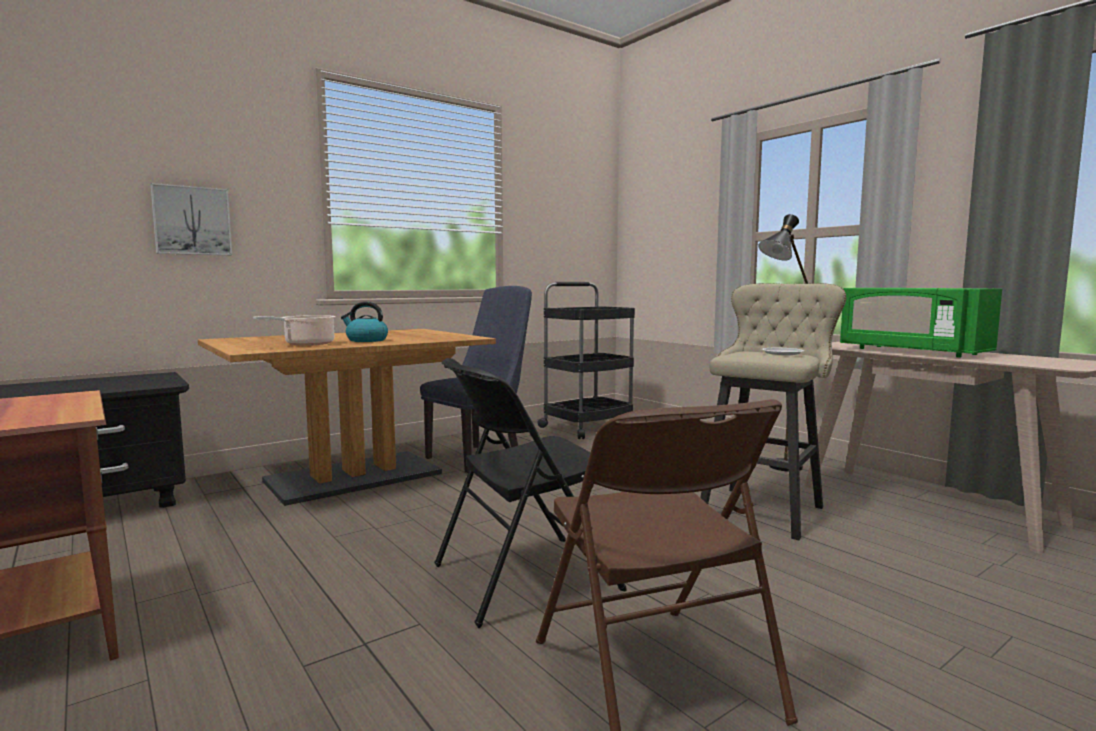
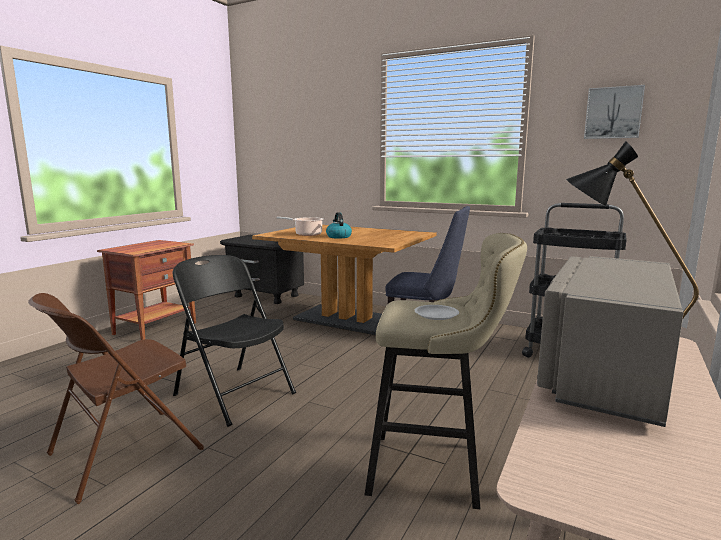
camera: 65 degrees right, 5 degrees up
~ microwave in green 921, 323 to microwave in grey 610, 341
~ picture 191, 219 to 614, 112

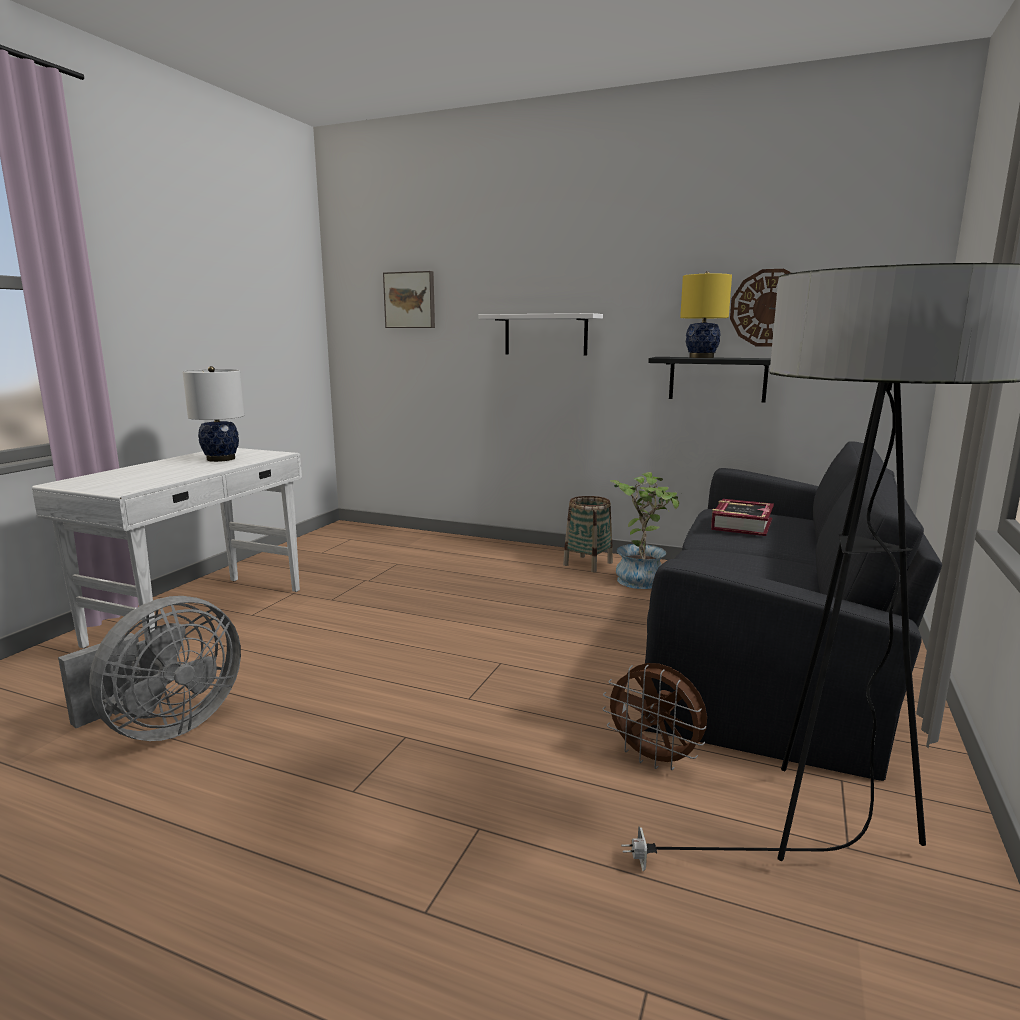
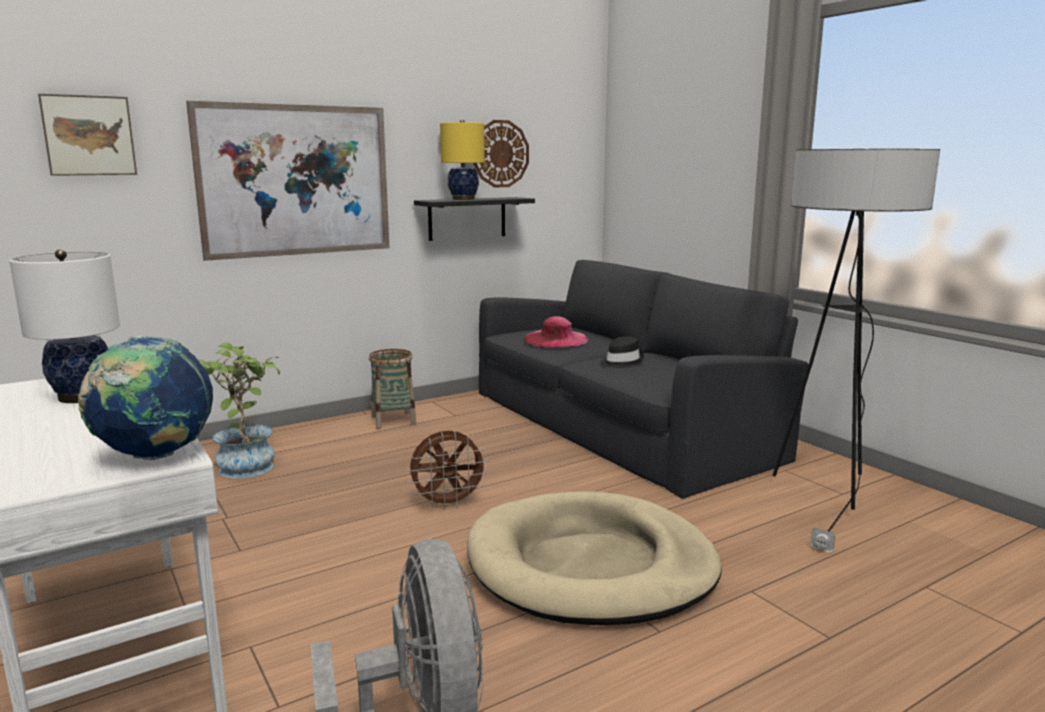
camera: 55 degrees left, 0 degrees up
+ globe 145, 398
~ shelf in white 540, 334 to picture 288, 181
~ potted plant 645, 530 to 239, 410
~ fan in brown 654, 716 to 448, 470
+ dog bed in beige 594, 558
~ book 742, 517 to hat in pink 556, 332
+ hat in black 623, 352

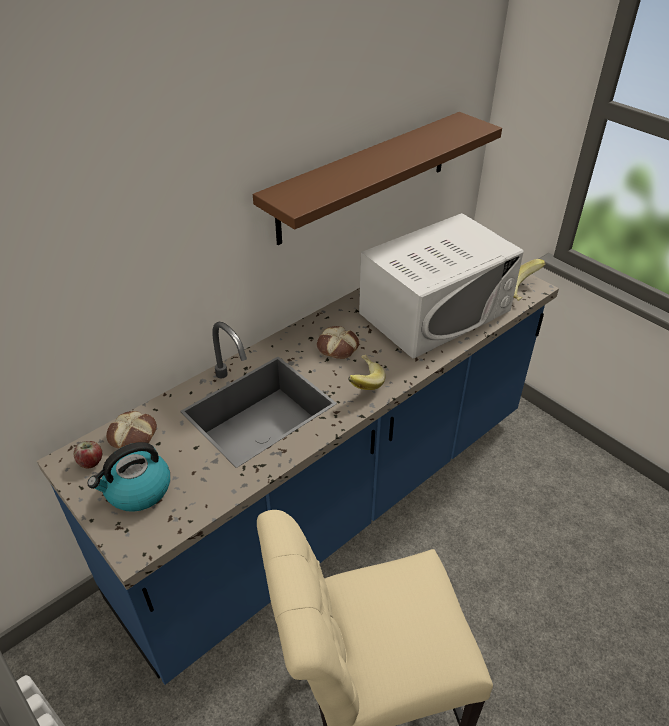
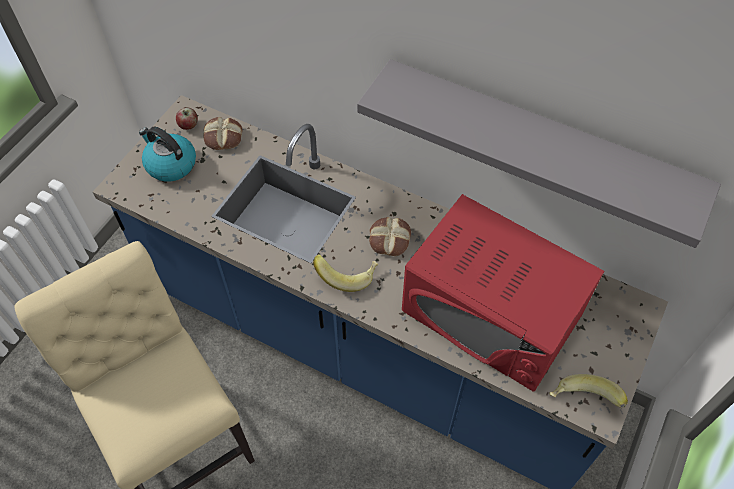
camera: 70 degrees right, 15 degrees up
~ shelf in brown 377, 178 to shelf in grey 539, 153
~ microwave in white 441, 286 to microwave in red 503, 293

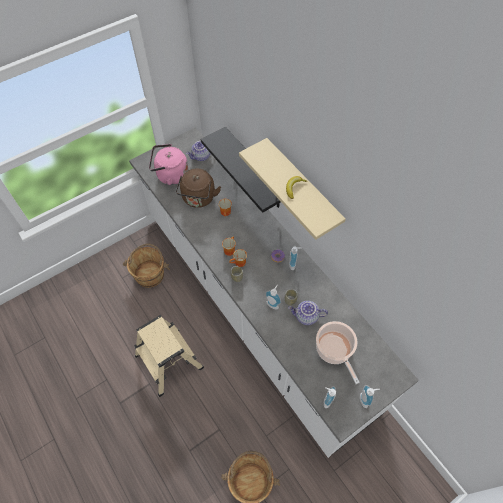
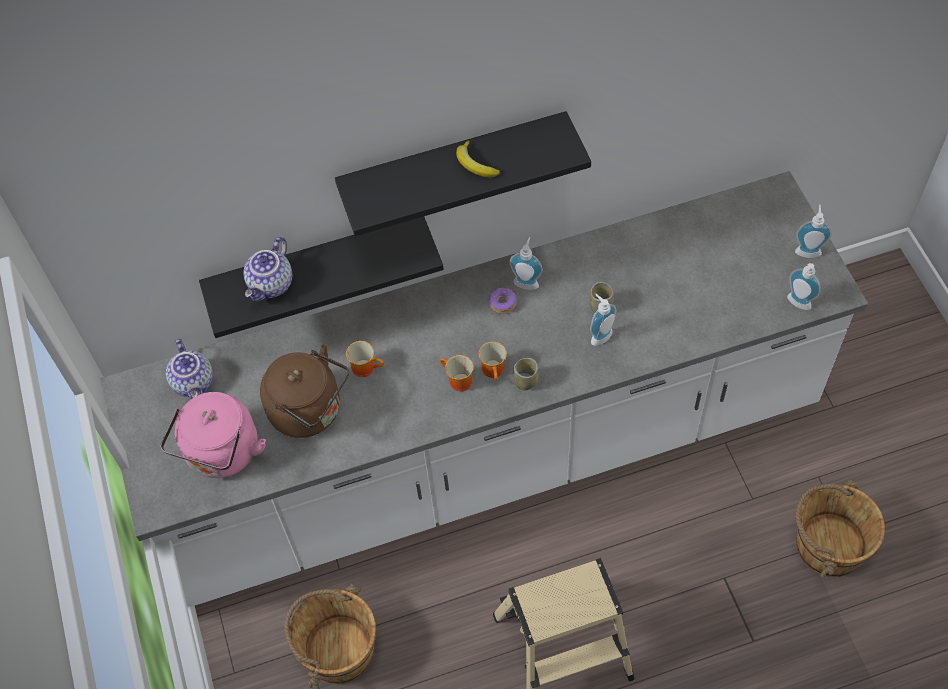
camera: 70 degrees left, 0 degrees up
~ teapot 308, 313 to 267, 269
~ shelf in beige 292, 189 to shelf in black 463, 173
- cooking pot 338, 352

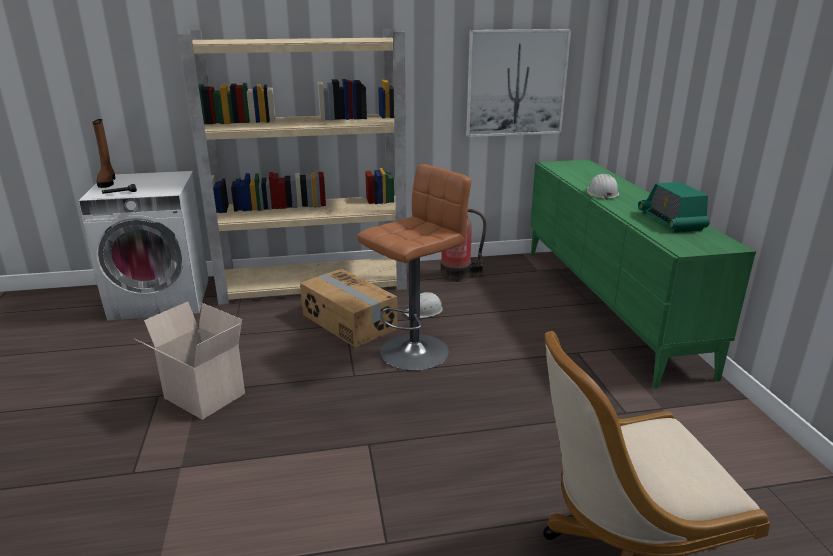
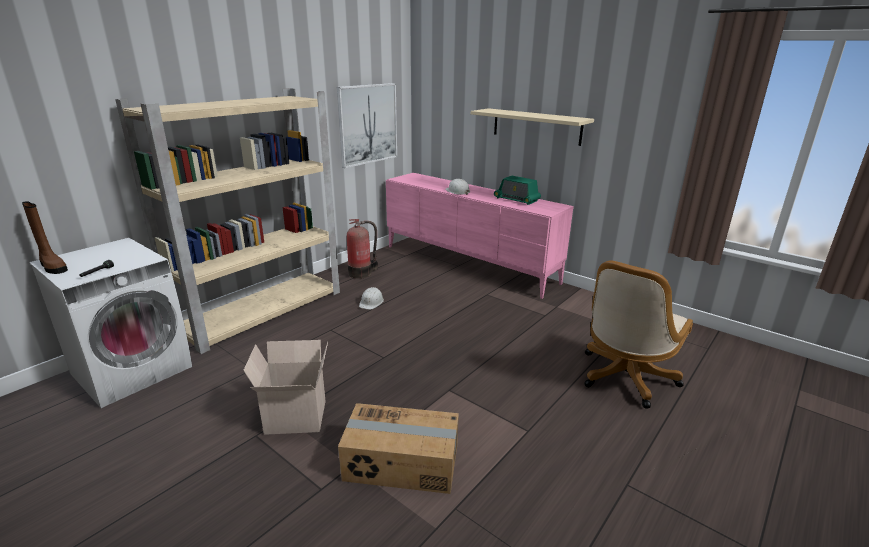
camera: 40 degrees left, 0 degrees up
~ cardboard box 348, 308 to 398, 448
~ cabinet in green 643, 274 to cabinet in pink 480, 236
+ shelf in beige 532, 127
- stool in brown 414, 267

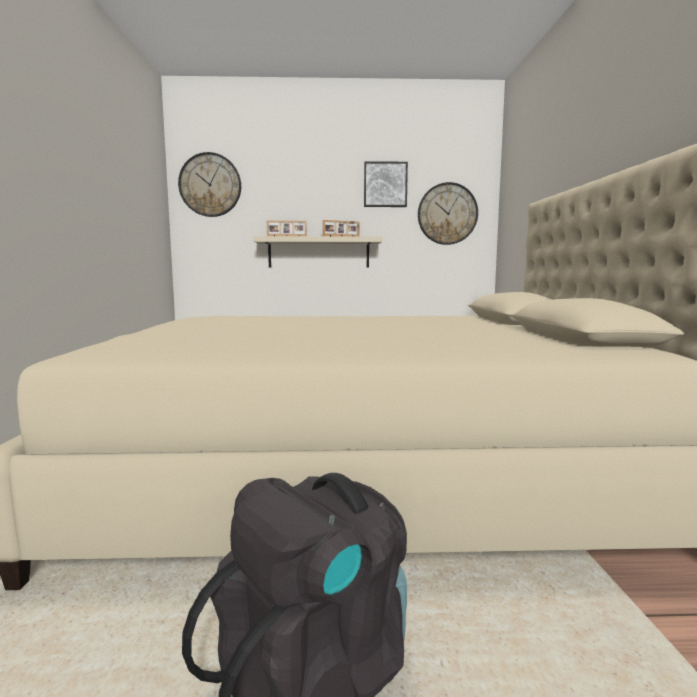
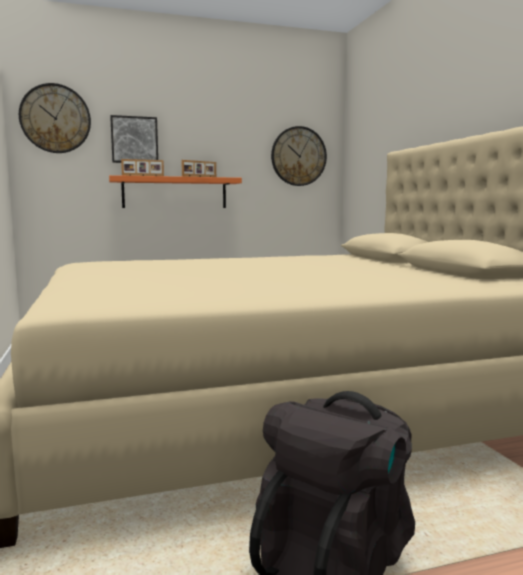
camera: 15 degrees left, 0 degrees up
~ shelf in beige 317, 252 to shelf in orange 175, 191
~ picture 386, 184 to 134, 139

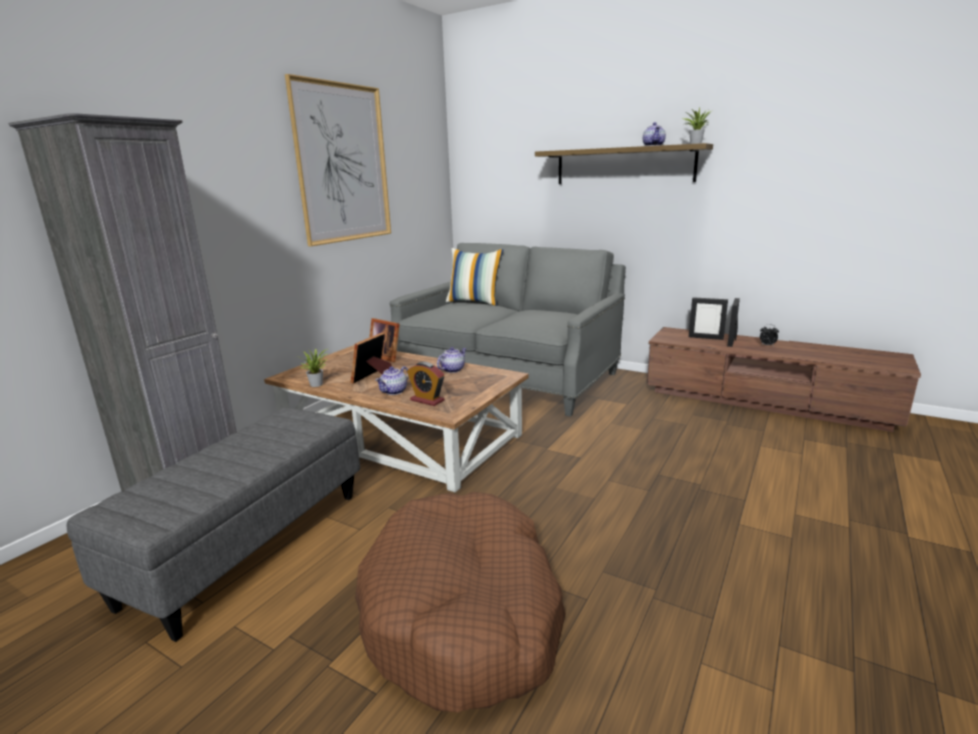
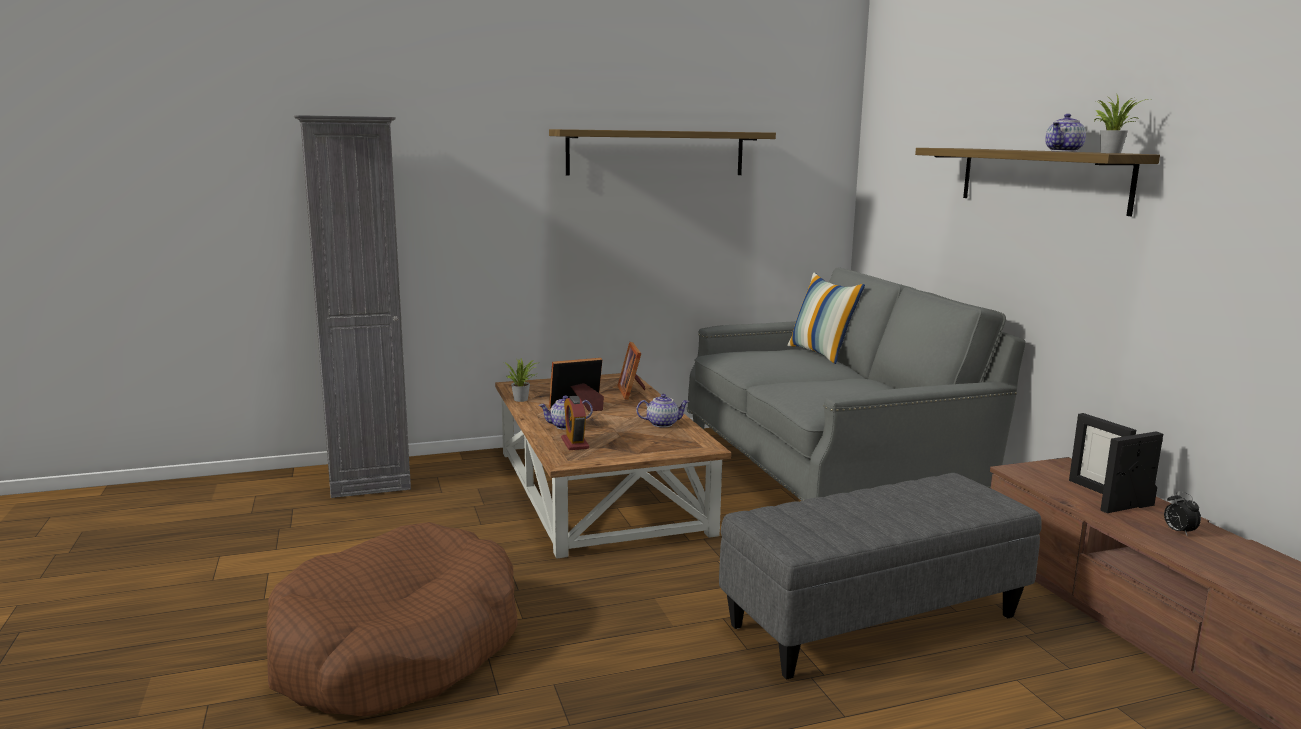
camera: 40 degrees right, 5 degrees down
~ picture 338, 160 to shelf 662, 152
~ ottoman in grey 213, 525 to 880, 576

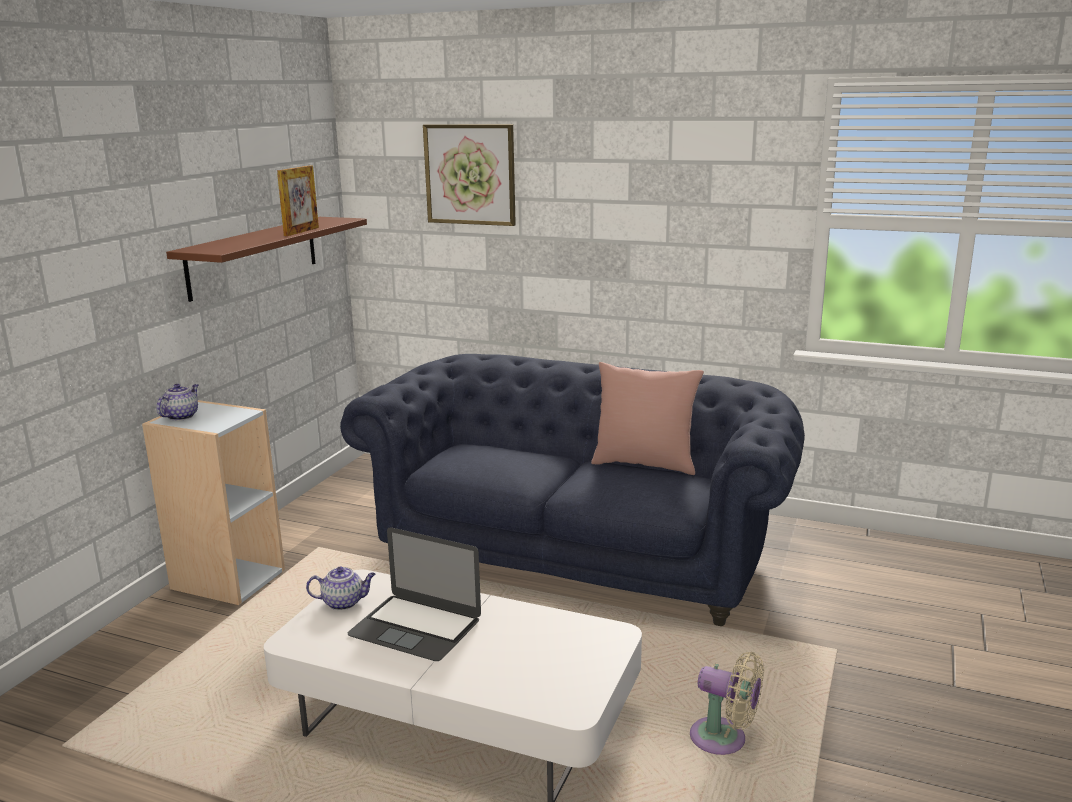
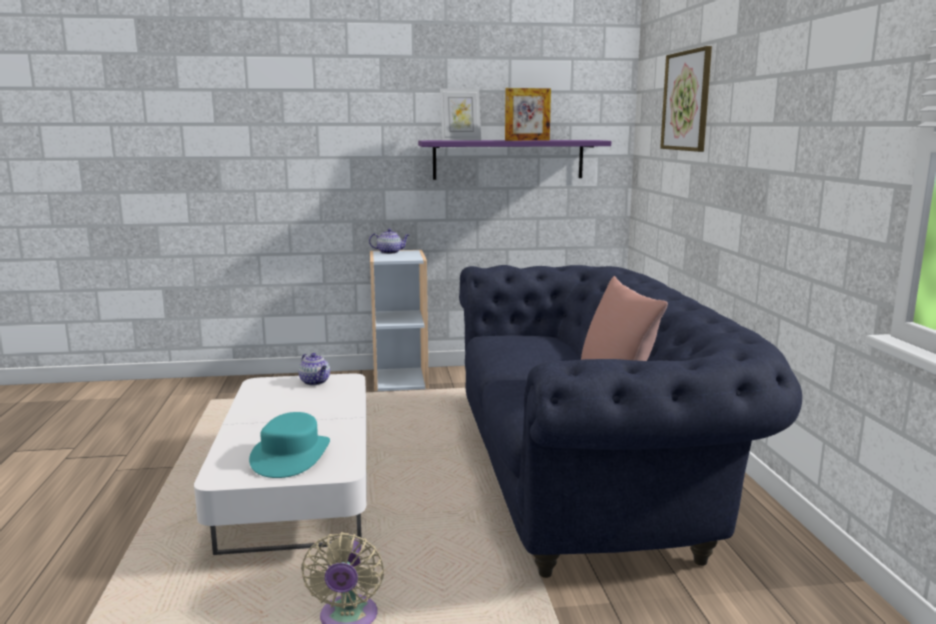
camera: 60 degrees right, 5 degrees down
+ hat in turquoise 289, 445
~ shelf in brown 266, 259 to shelf in purple 514, 160
+ picture frame 460, 114
- laptop 414, 594

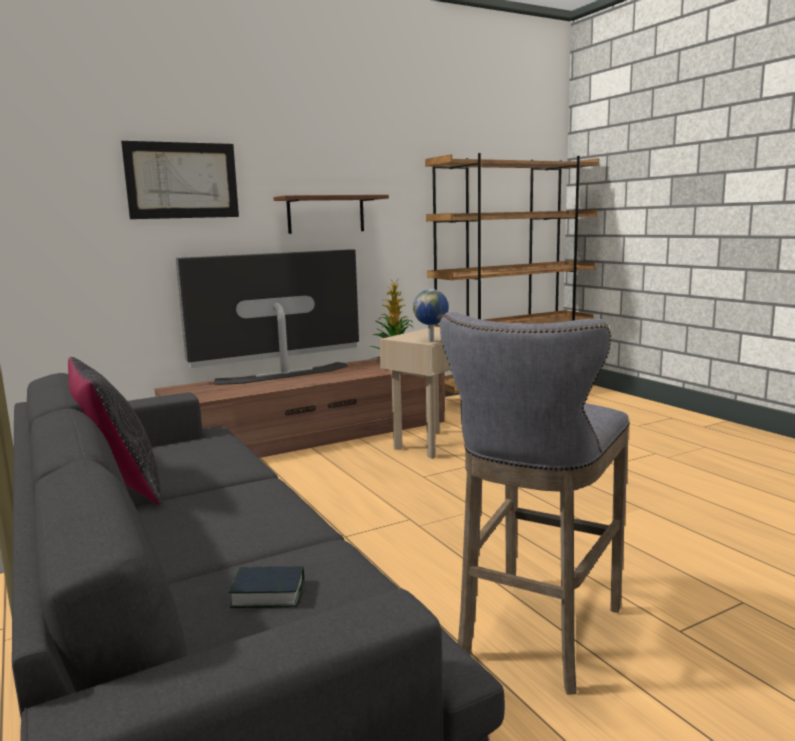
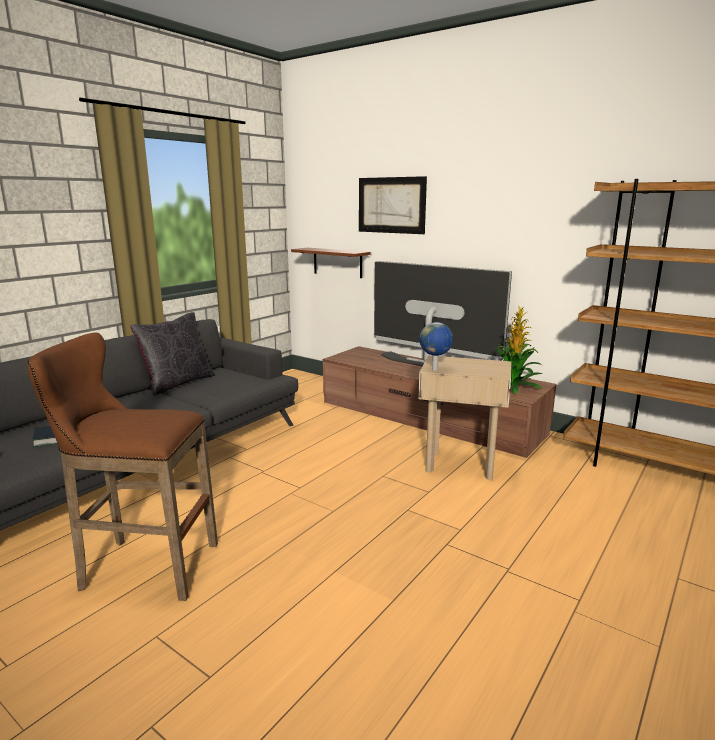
camera: 65 degrees right, 5 degrees up
~ stool in grey 535, 503 to stool in brown 123, 467
~ shelf in brown 331, 214 to 330, 263

